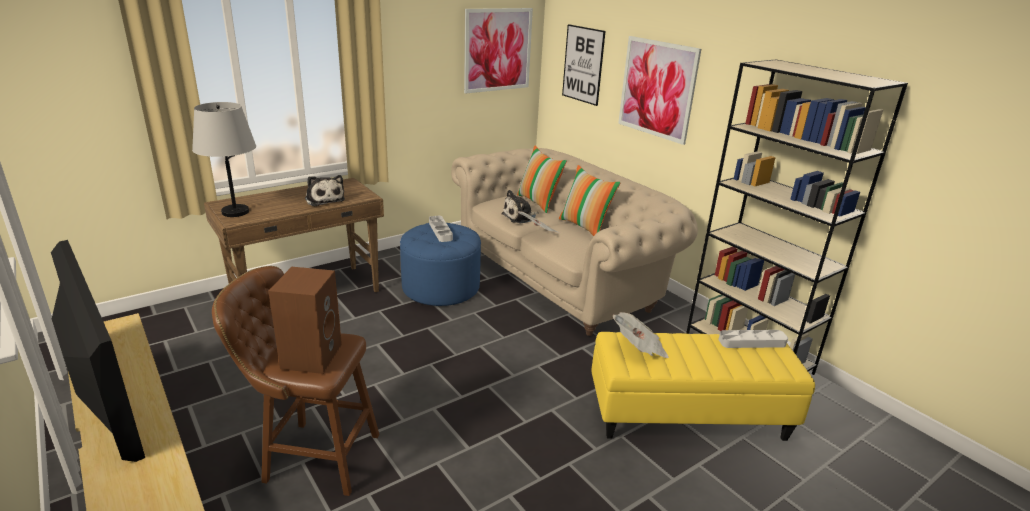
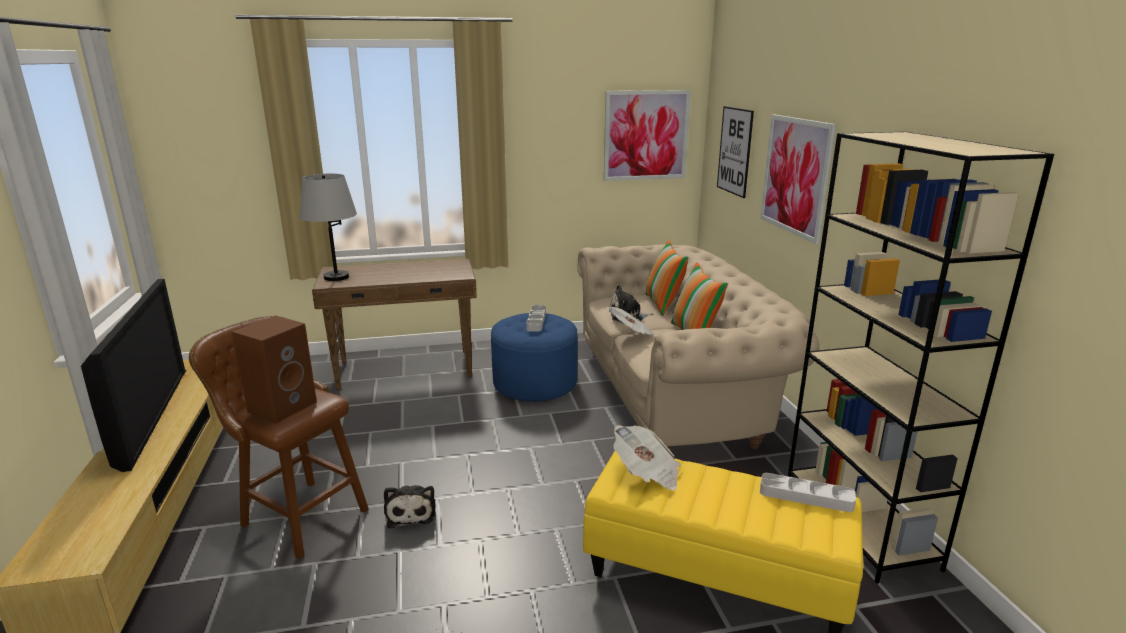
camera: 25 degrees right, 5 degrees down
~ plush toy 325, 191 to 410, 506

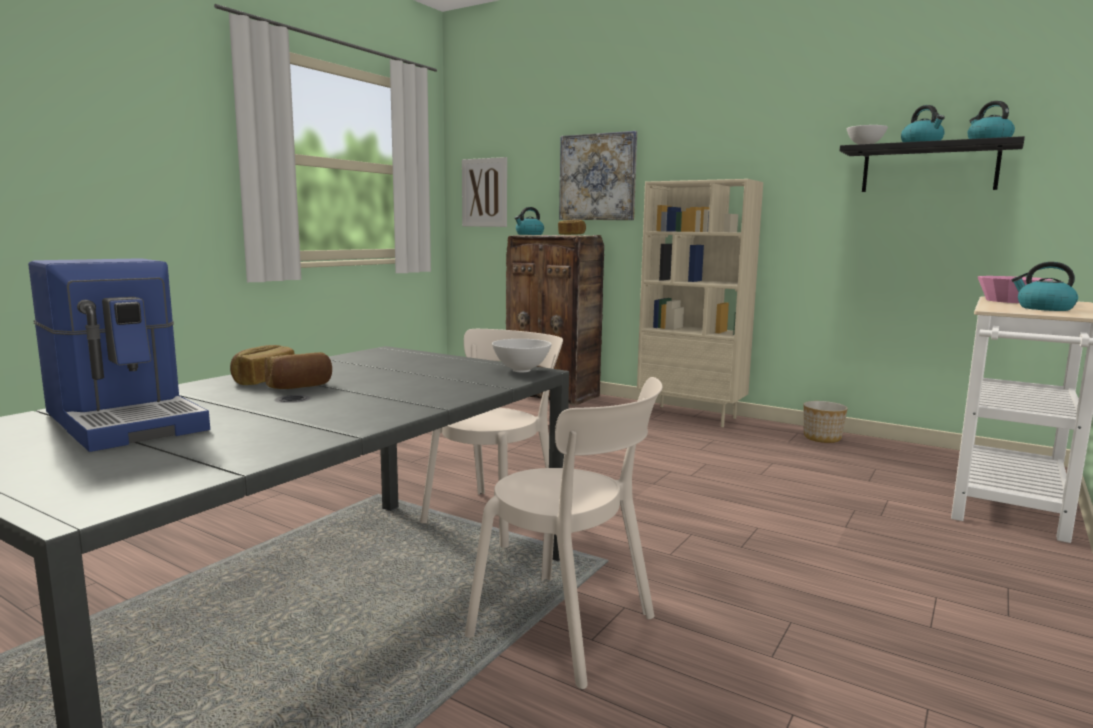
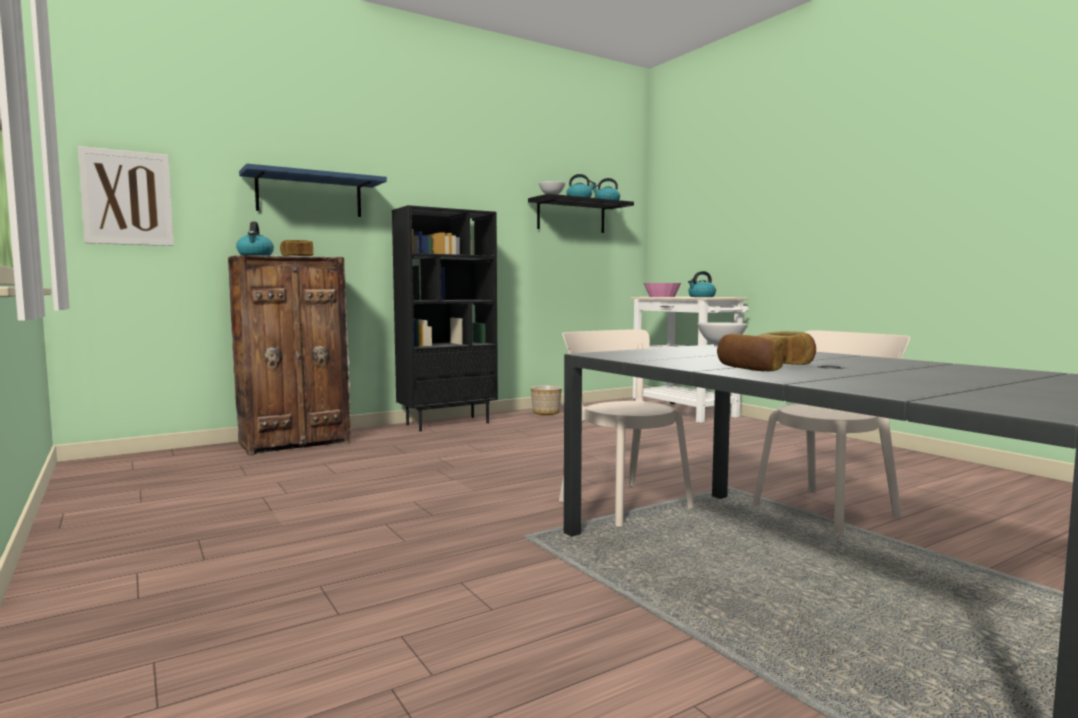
camera: 65 degrees left, 5 degrees down
~ picture 598, 175 to shelf in blue 313, 190
~ bookcase in beige 700, 303 to bookcase in black 445, 318
- coffee machine 119, 355

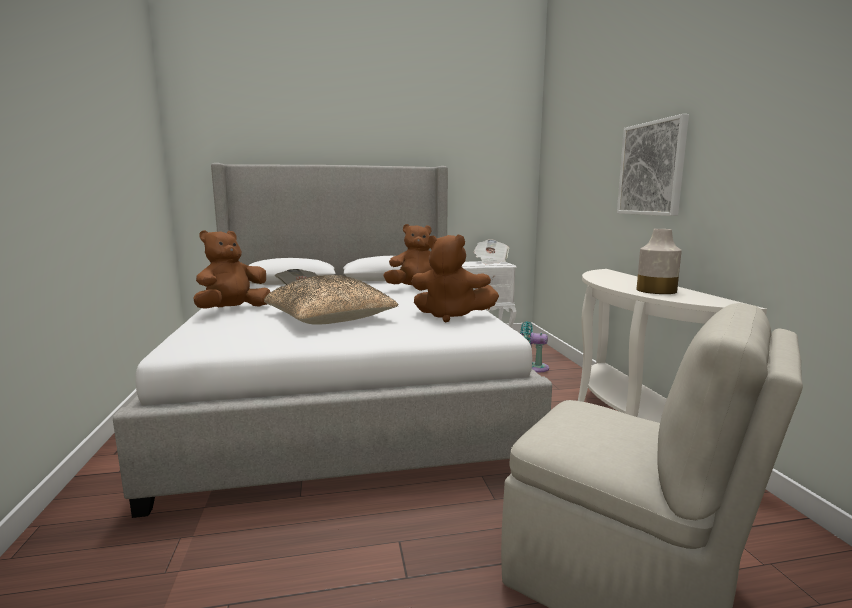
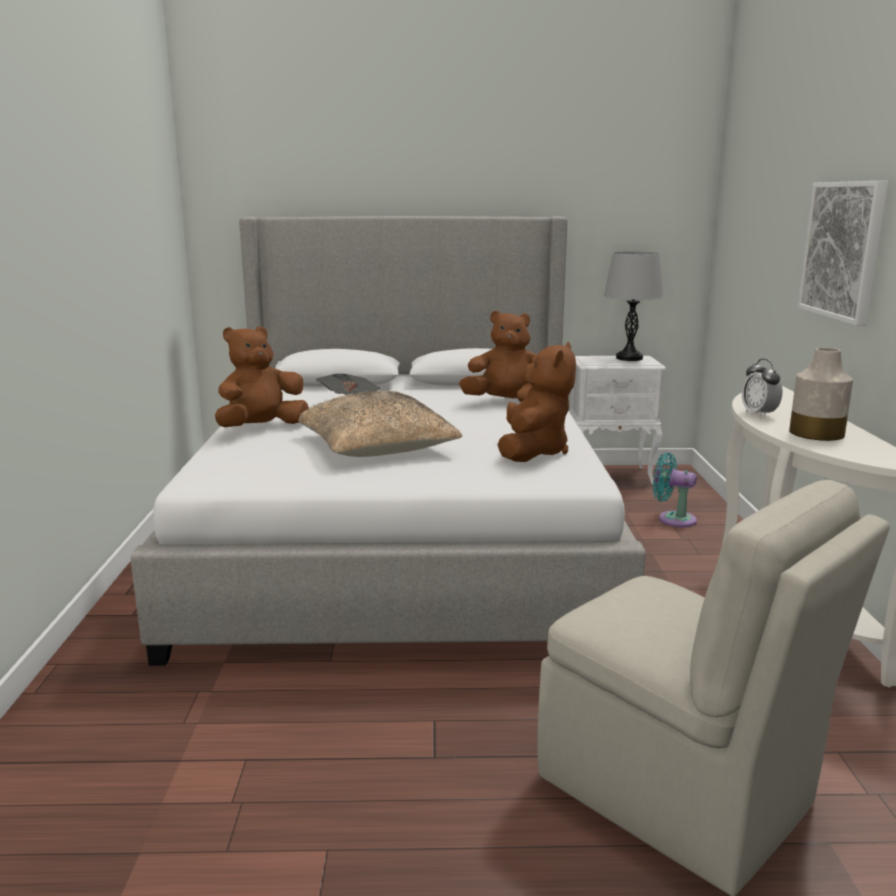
camera: 10 degrees right, 5 degrees up
~ plush toy in brown 455, 279 = 537, 402 105 degrees counterclockwise
~ newspaper 491, 252 to table lamp in grey 634, 306
+ alarm clock 762, 388

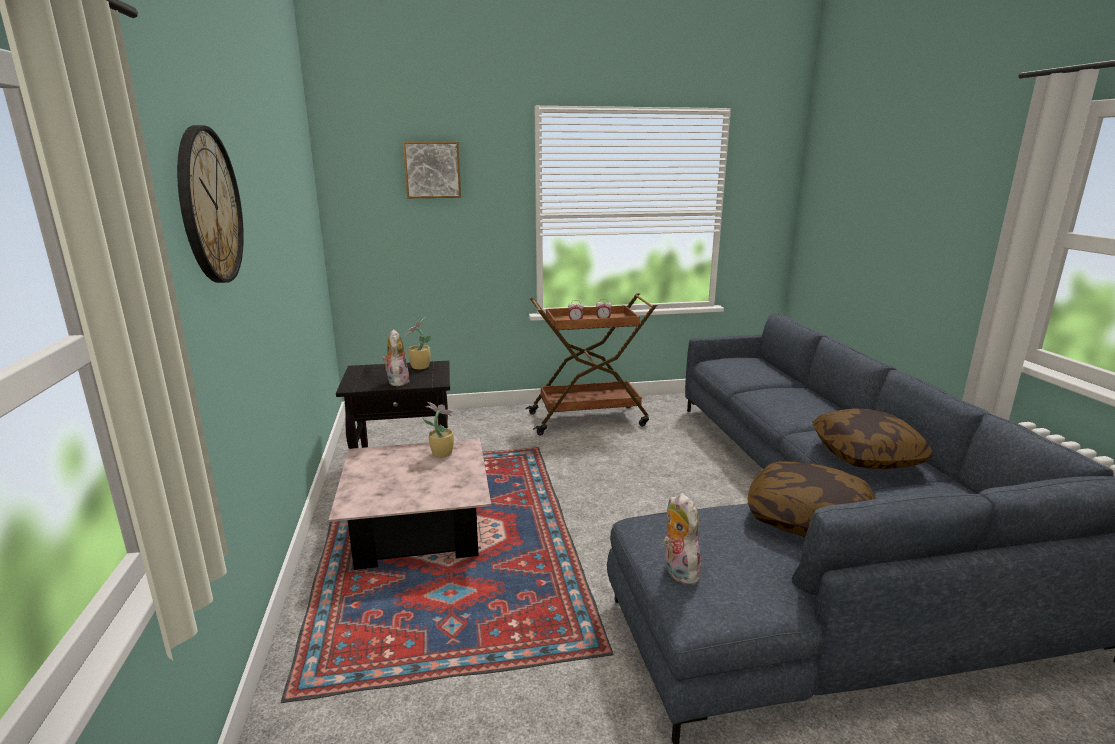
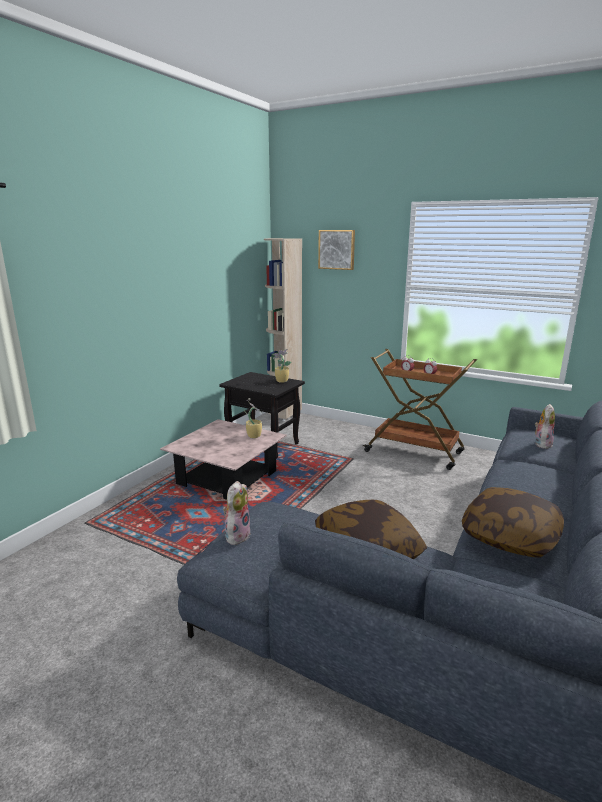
camera: 40 degrees right, 0 degrees up
+ bookcase in beige 283, 329
~ plush toy 396, 357 to 545, 426
- wall clock 210, 204

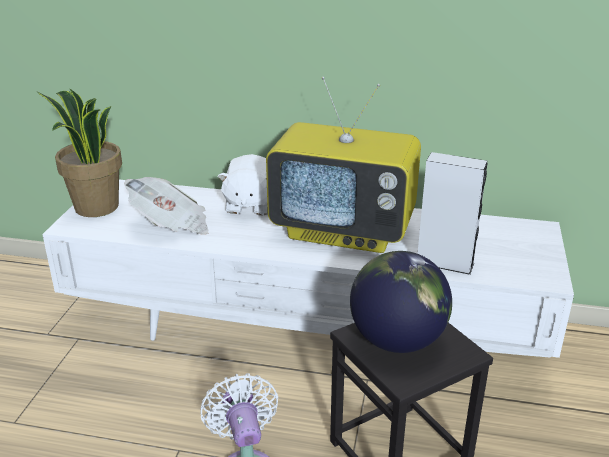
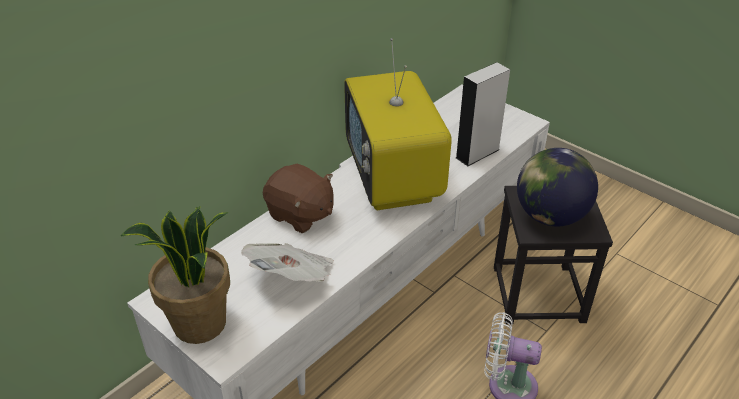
camera: 60 degrees left, 10 degrees up
~ plush toy in white 242, 184 to plush toy in brown 298, 198
~ television 343, 165 = 398, 124 120 degrees clockwise

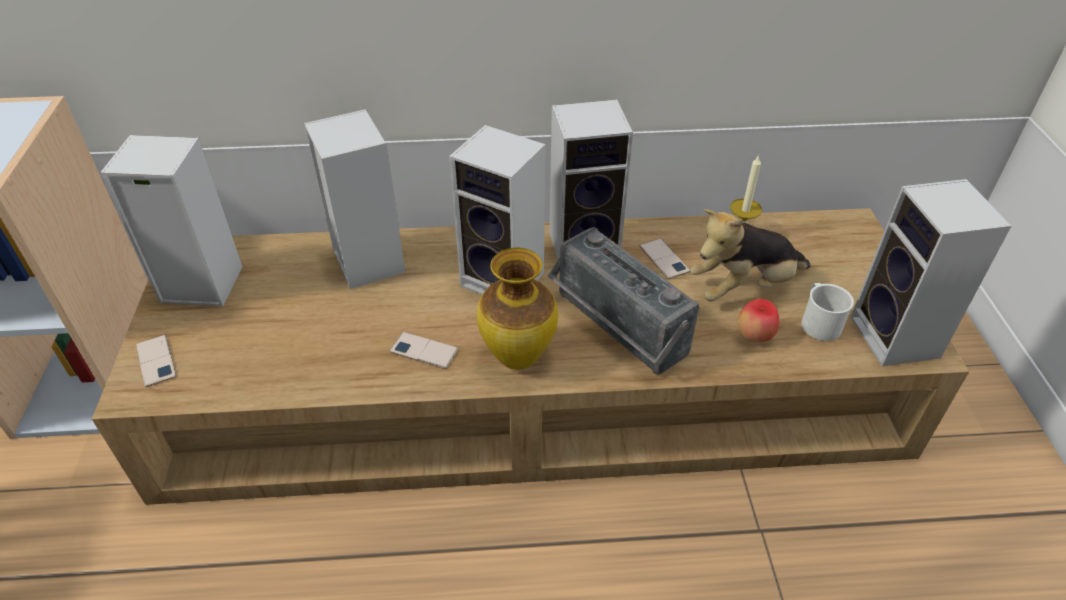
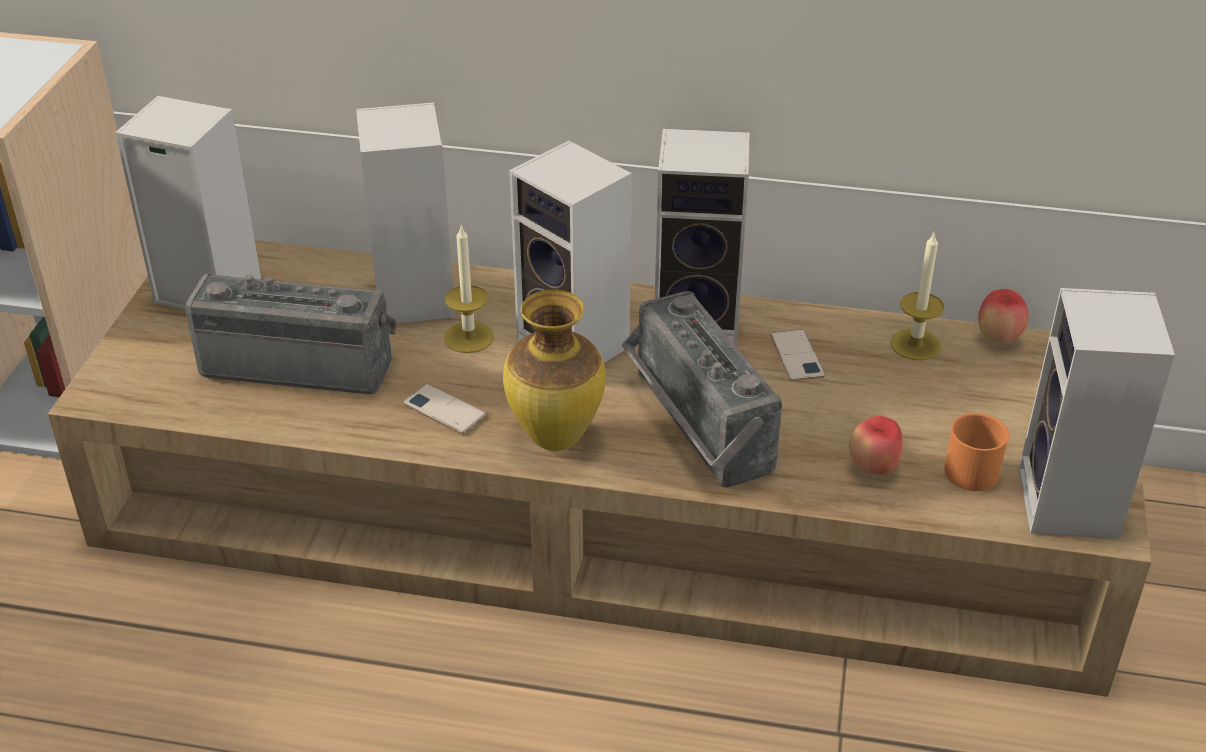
camera: 15 degrees right, 5 degrees down
+ radio 291, 334
+ candle 469, 289
~ mug in white 827, 312 to mug in orange 976, 452
+ apple 1003, 316
- phone 156, 361
- plush toy 750, 255

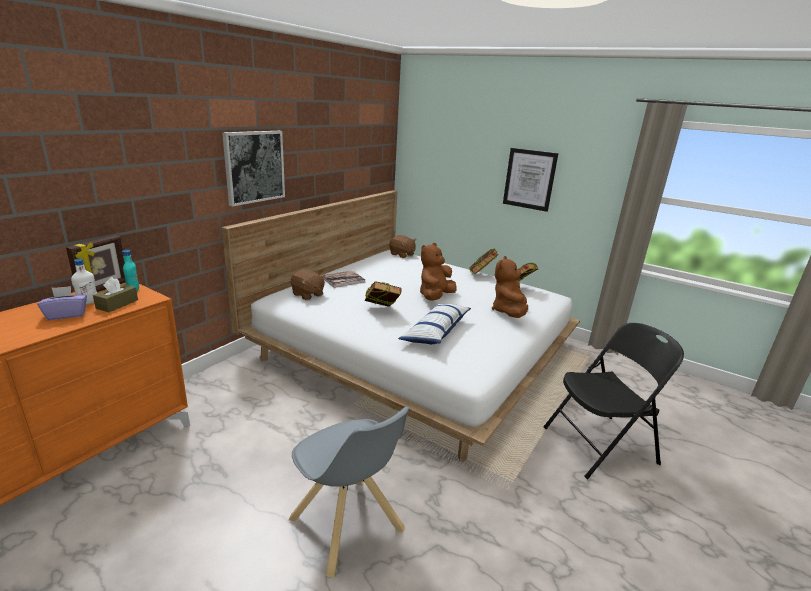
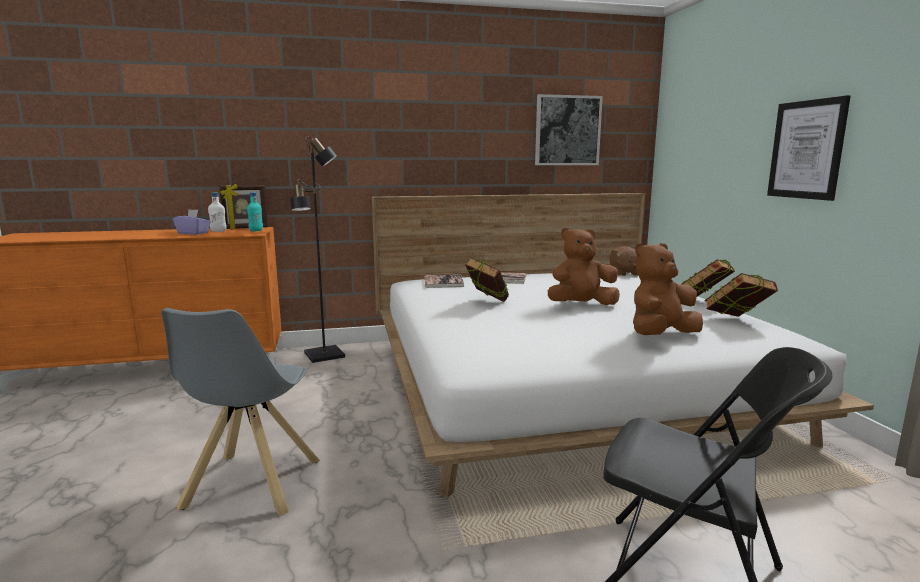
camera: 45 degrees right, 10 degrees down
+ floor lamp in black 317, 249
~ plush toy in brown 307, 284 to book 444, 281
~ picture 253, 168 to 569, 129
- tissue box in brown 115, 294
- pillow 434, 324

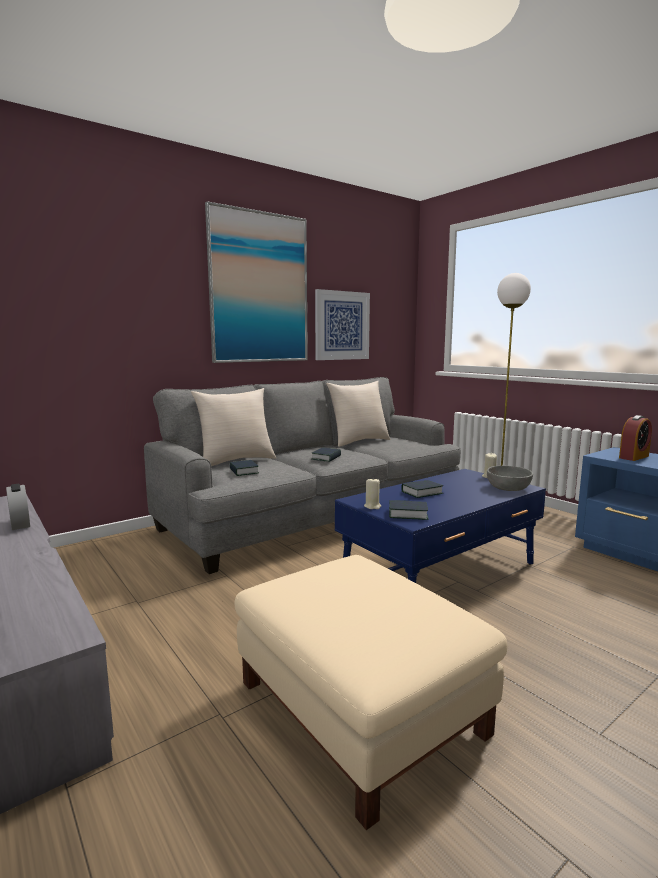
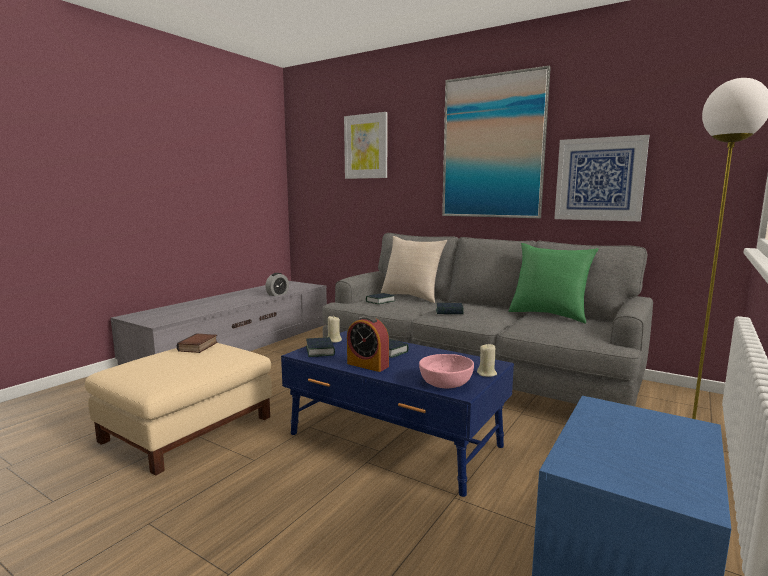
camera: 70 degrees right, 0 degrees up
+ book 197, 343
+ picture 365, 145
~ alarm clock 635, 438 to 368, 344
~ bowl in grey 510, 478 to bowl in pink 446, 371
~ pillow in beige 358, 414 to pillow in green 553, 283

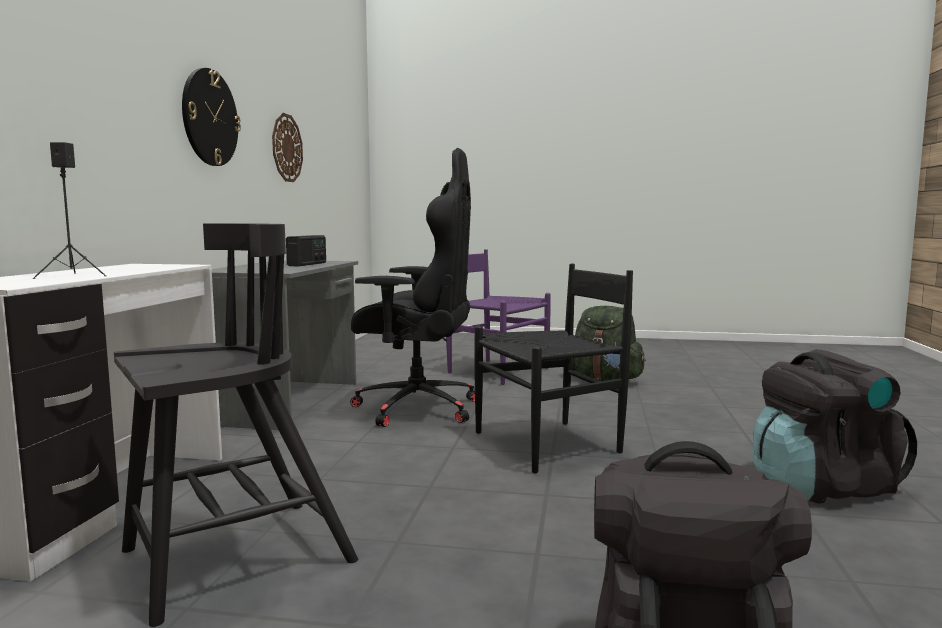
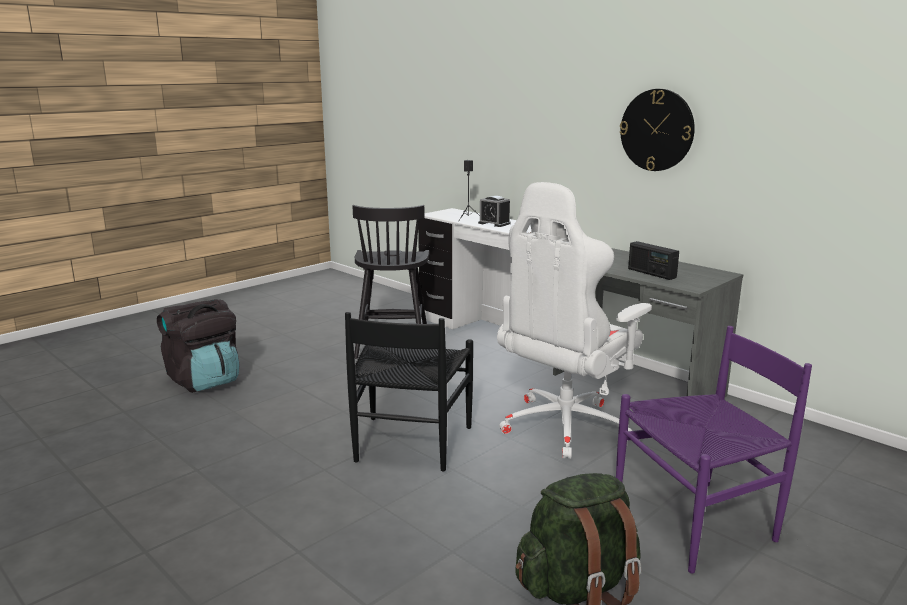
camera: 125 degrees right, 10 degrees up
+ alarm clock 494, 211
~ office chair in black 412, 287 to office chair in white 574, 320
- wall clock 287, 147
- backpack in black 834, 426

